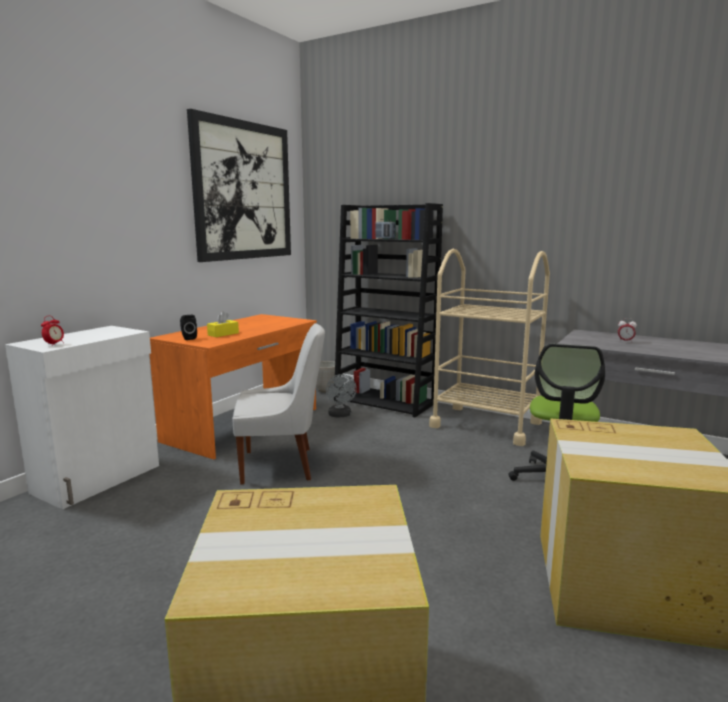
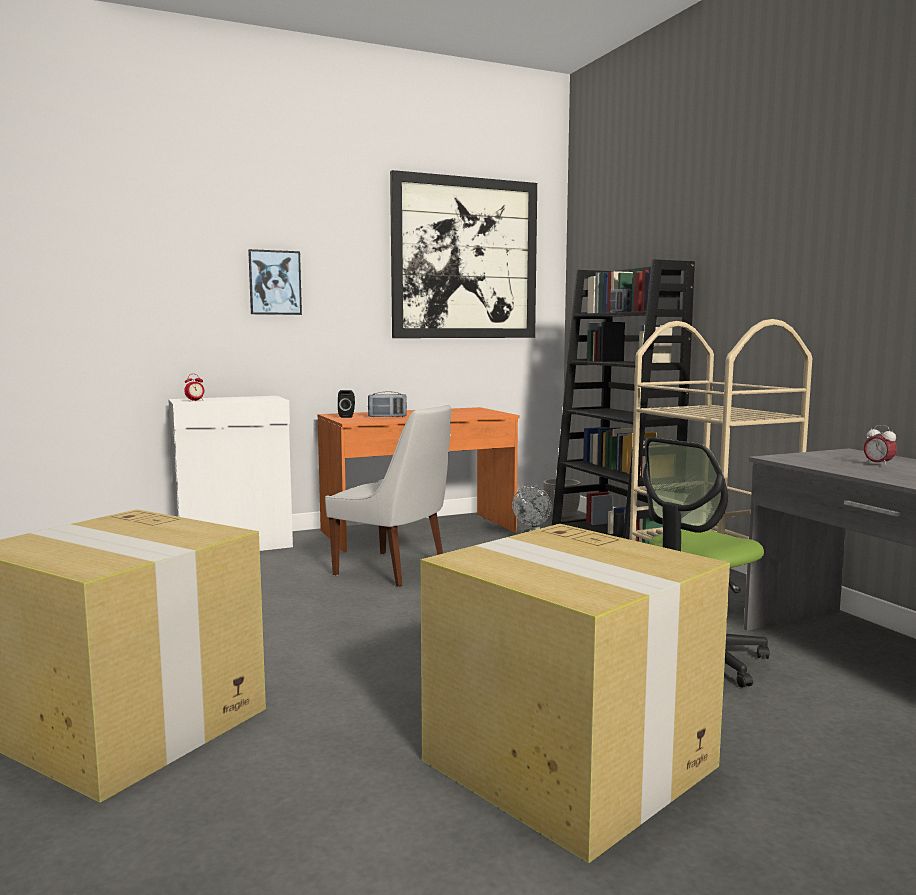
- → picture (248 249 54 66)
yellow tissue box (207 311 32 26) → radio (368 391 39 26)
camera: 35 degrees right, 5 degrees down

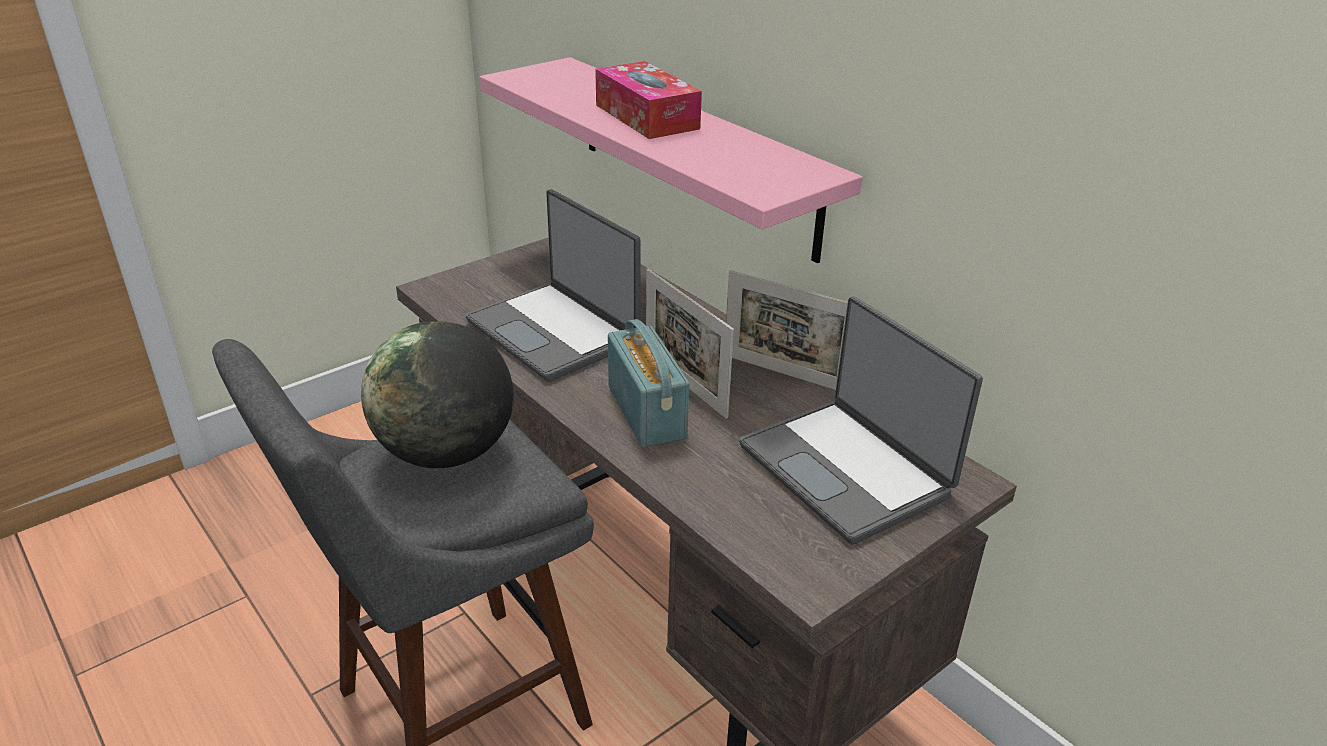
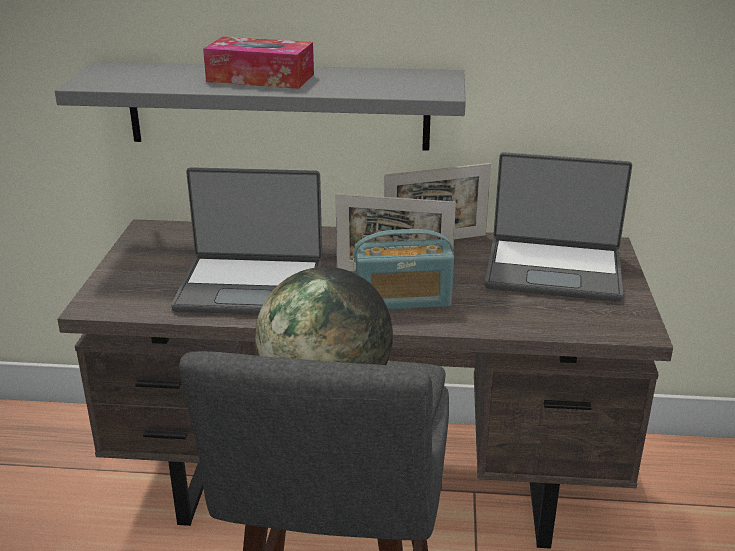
pink shelf (480 57 382 206) → grey shelf (55 62 411 89)
radio (608 319 81 128) → radio (353 229 101 81), 150 degrees clockwise
camera: 45 degrees left, 5 degrees down

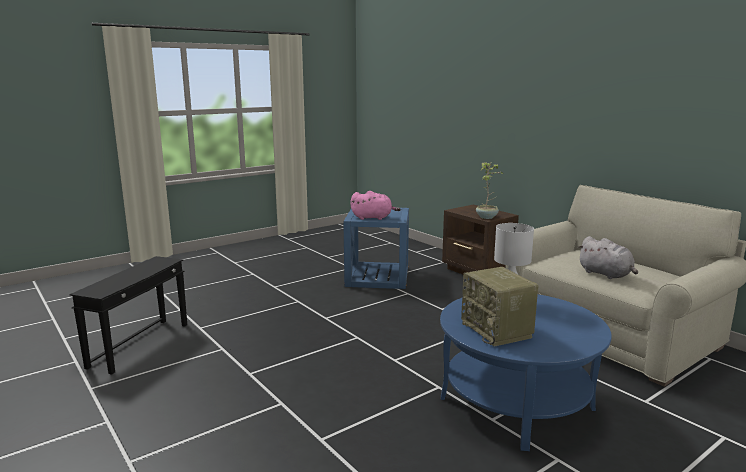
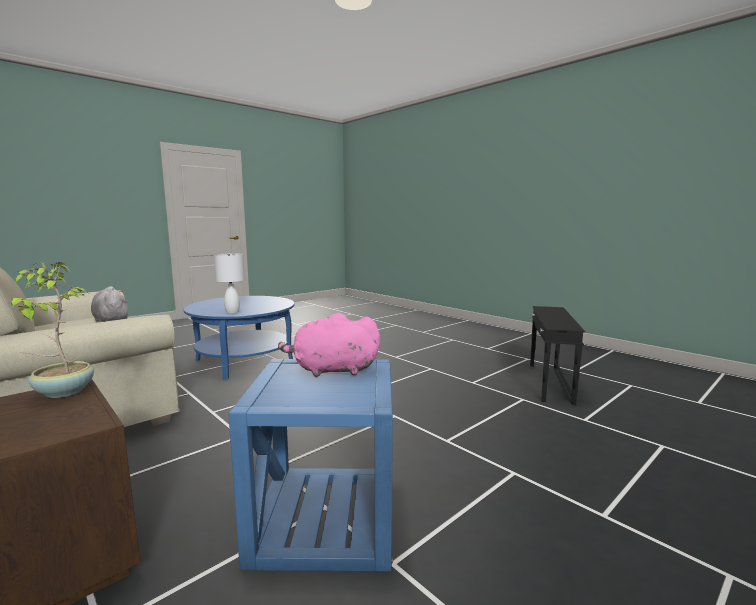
radio (461 267 78 80) → -
camera: 175 degrees right, 5 degrees down

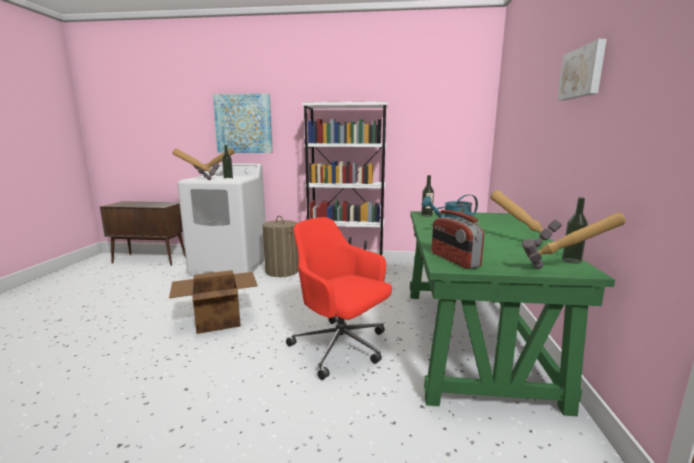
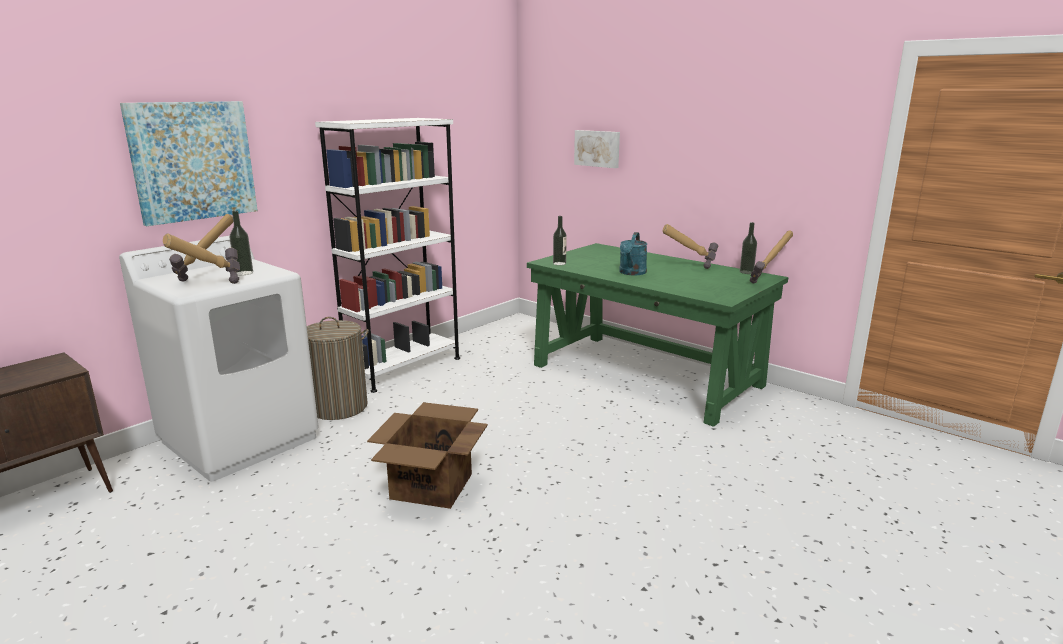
red office chair (286 217 106 163) → -
radio (432 210 52 59) → -
picture (557 39 50 62) → picture (574 130 46 38), moved
camera: 55 degrees left, 5 degrees up

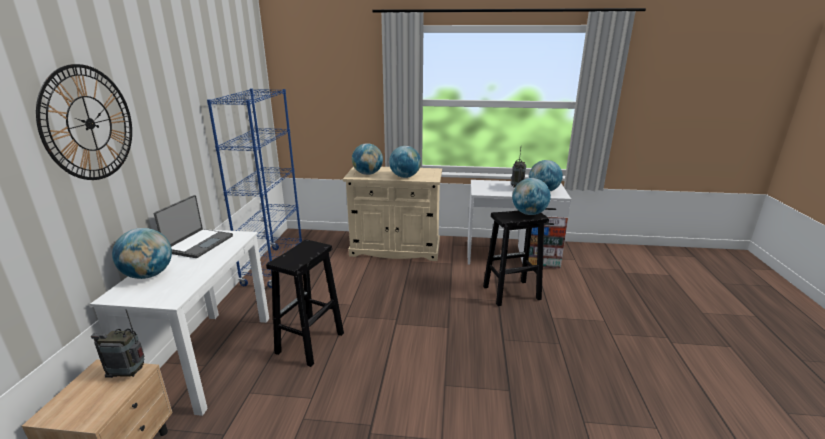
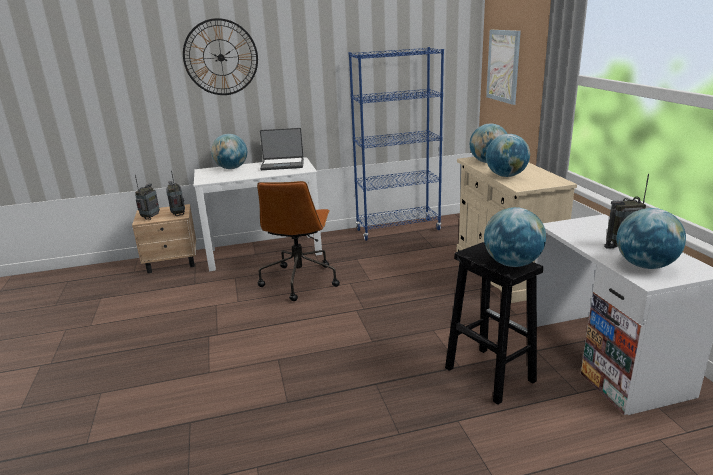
- → radio (135 175 25 45)
- → picture (486 30 35 75)
black stool (266 239 78 128) → brown office chair (257 181 83 120)
camera: 70 degrees right, 0 degrees up

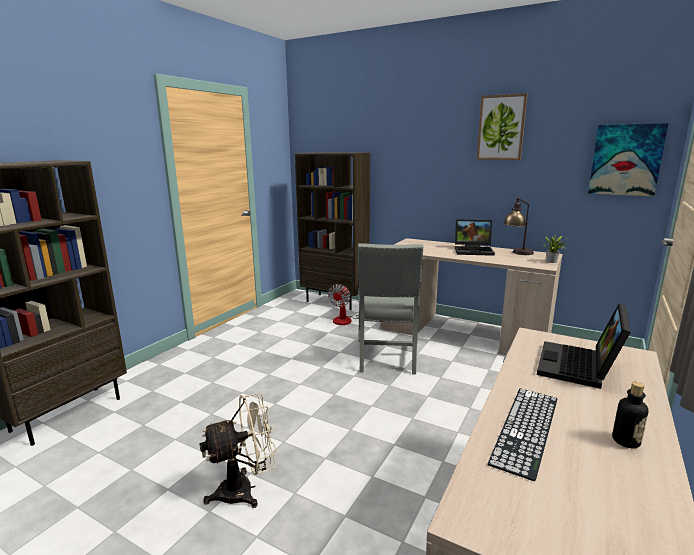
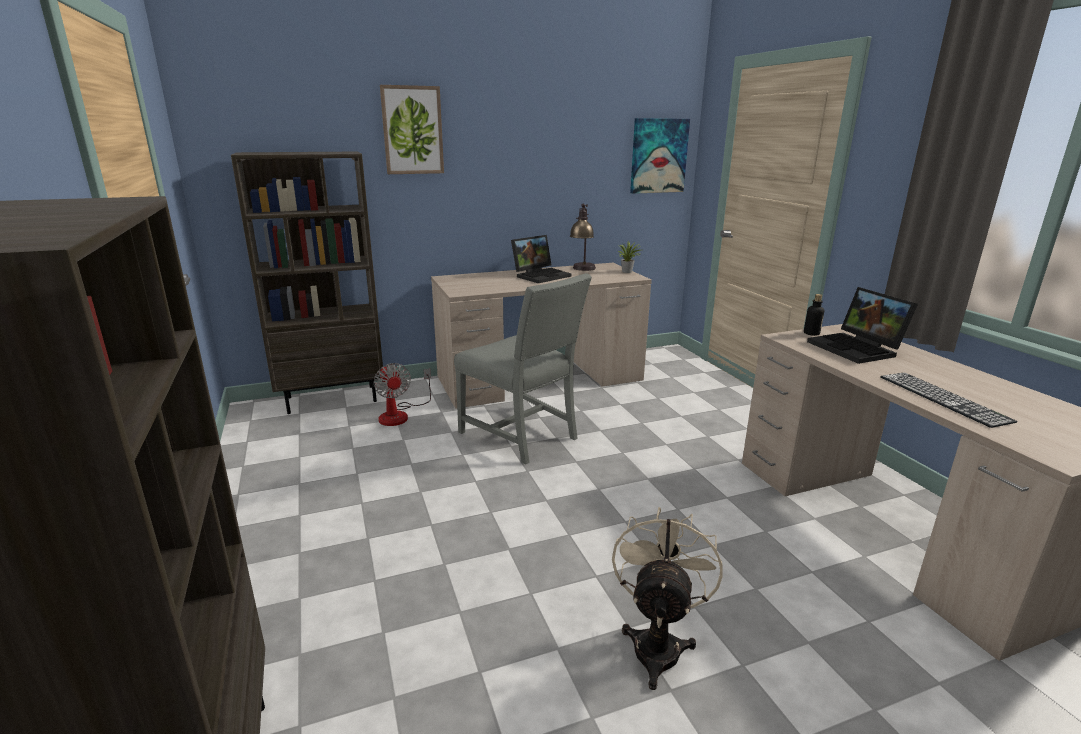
picture (476 93 52 67) → picture (380 85 64 89), moved
bottle (612 382 37 66) → bottle (804 294 20 42), moved
camera: 50 degrees left, 5 degrees up

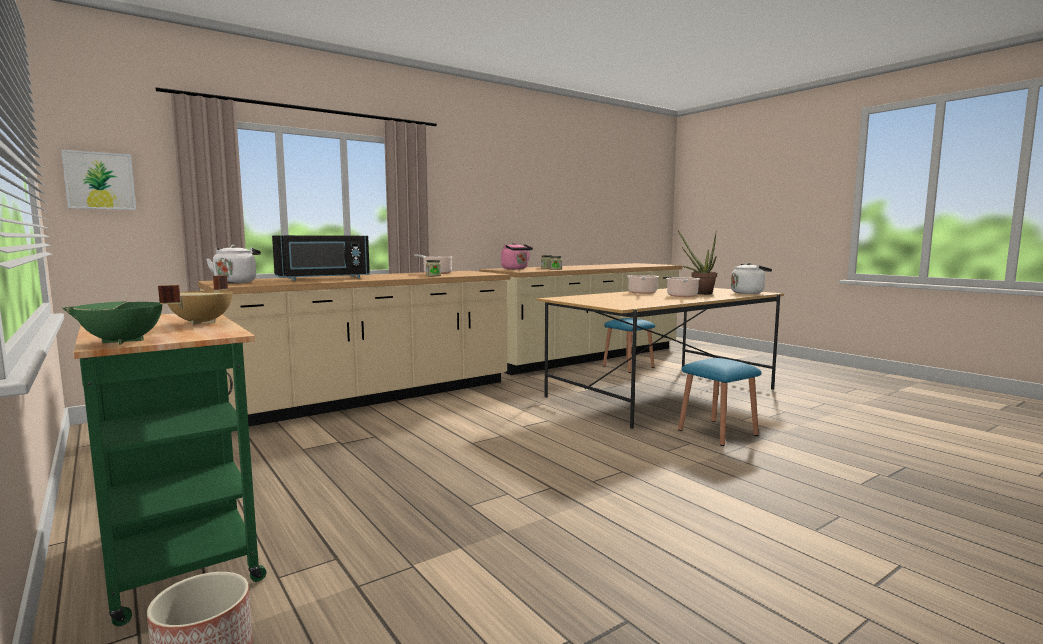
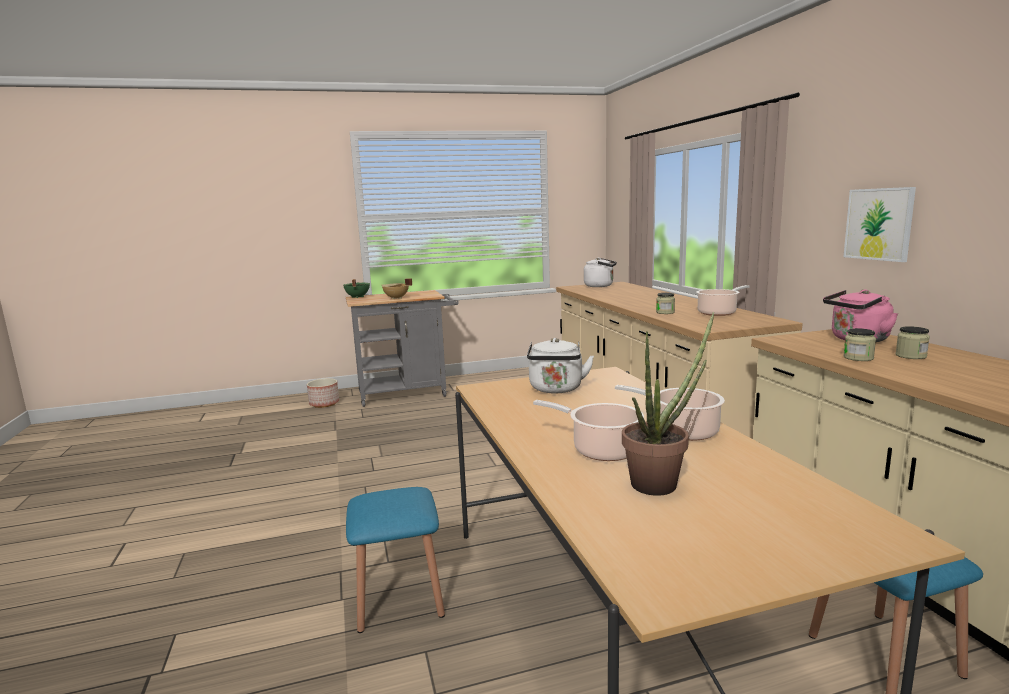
black microwave (272 235 98 46) → -
picture (61 150 75 60) → picture (843 187 73 75), moved
white kettle (731 263 41 31) → white kettle (527 338 67 55), moved
green cart (73 314 193 312) → grey cart (346 290 113 117)
camera: 110 degrees right, 5 degrees up

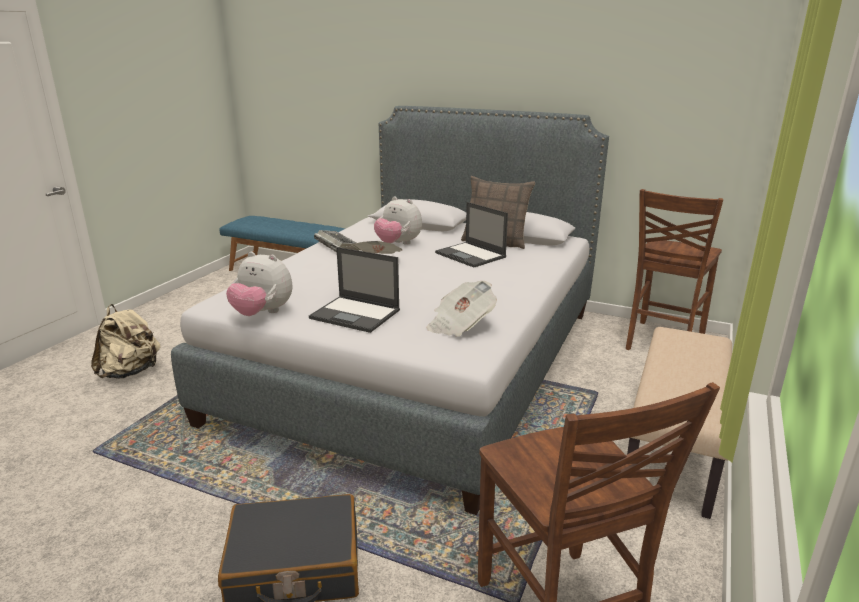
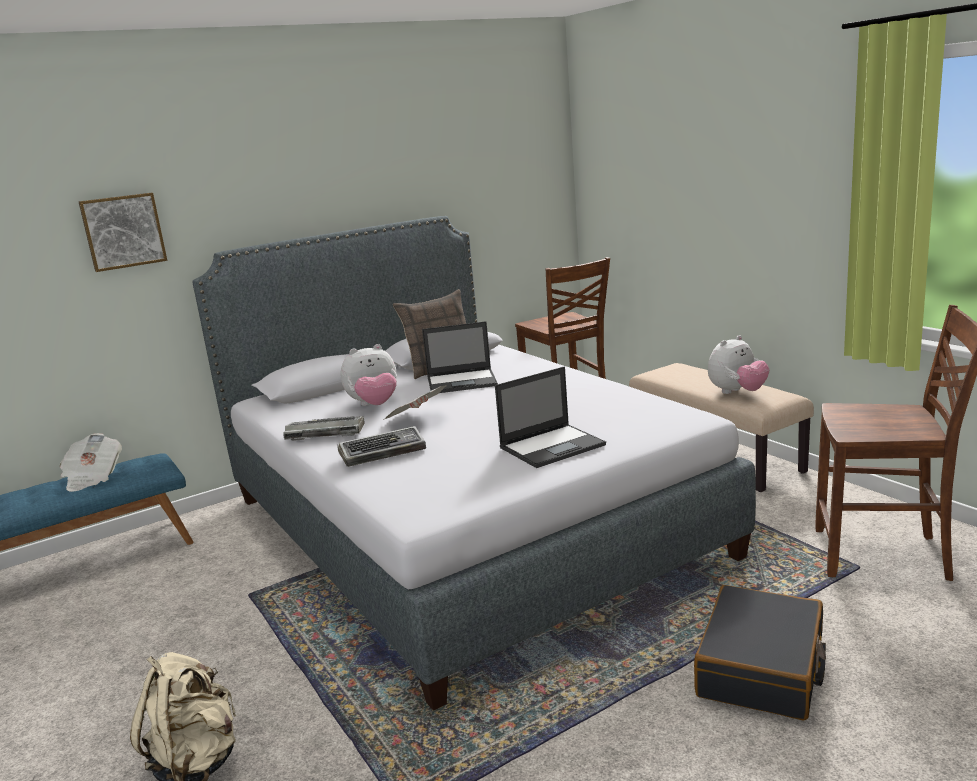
- → picture (78 193 89 79)
- → keyboard (337 426 89 41)
plush toy (226 252 66 64) → plush toy (708 335 62 59), moved
newspaper (426 281 71 56) → newspaper (59 433 63 59), moved
camera: 55 degrees left, 5 degrees down

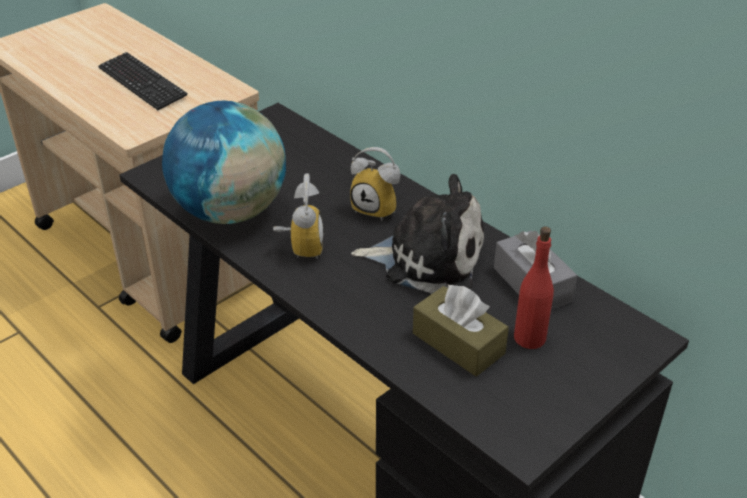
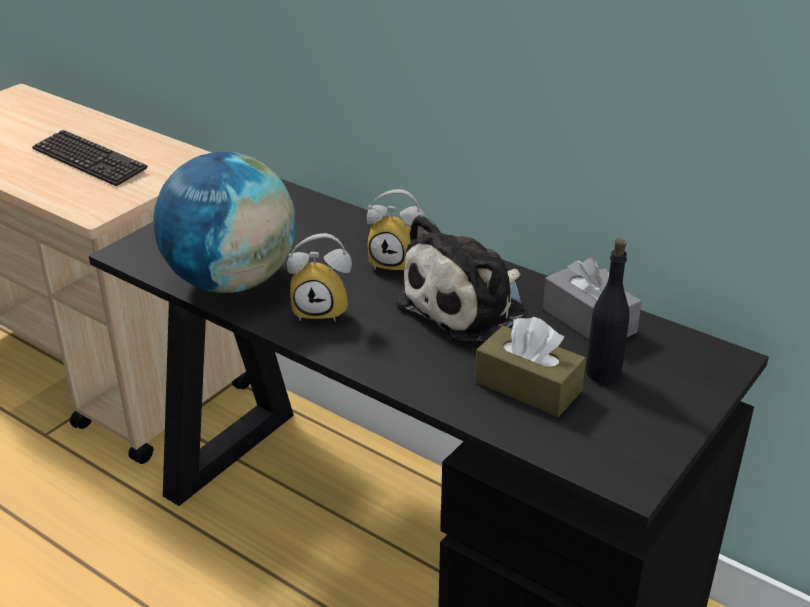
red bottle (514 227 40 122) → black bottle (586 239 43 144)
alarm clock (273 174 52 85) → alarm clock (287 233 65 89), 105 degrees clockwise
plush toy (351 174 133 120) → plush toy (396 214 129 128), 135 degrees clockwise
camera: 10 degrees left, 5 degrees down

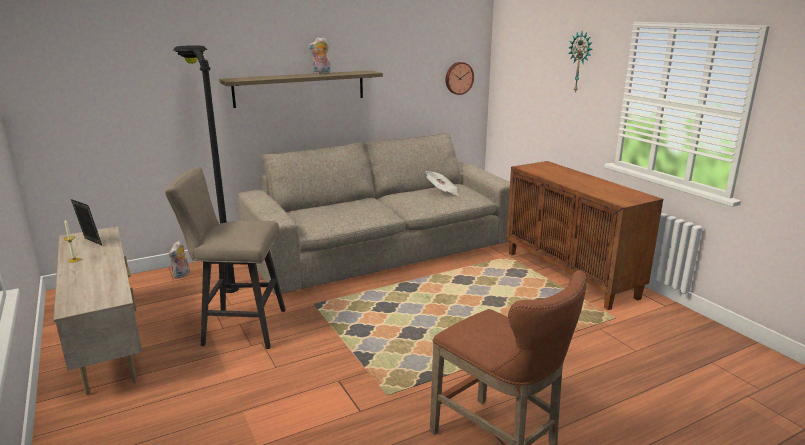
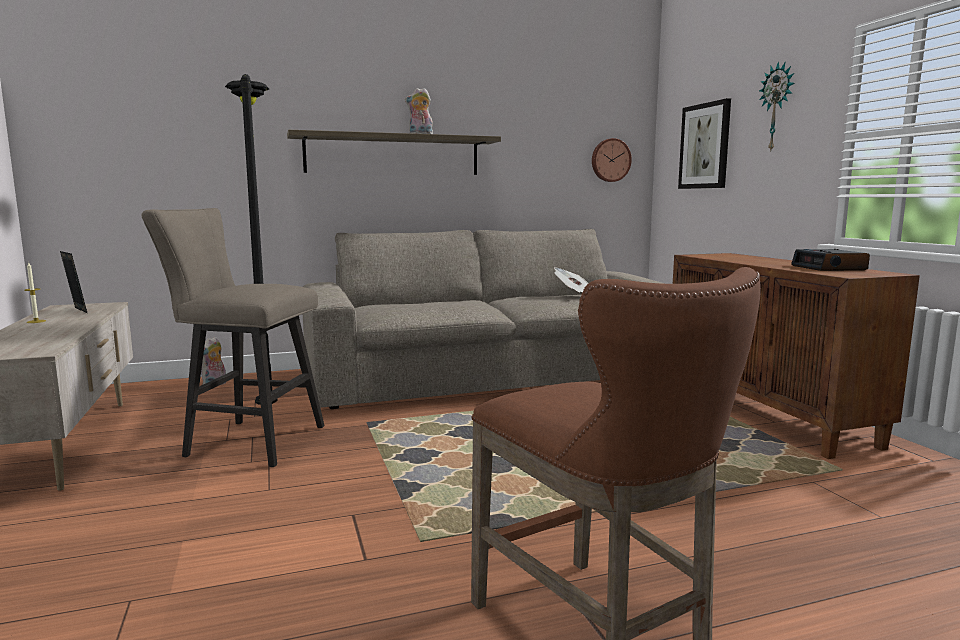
- → picture (678 98 53 91)
- → alarm clock (791 249 79 22)
camera: 10 degrees right, 10 degrees down

